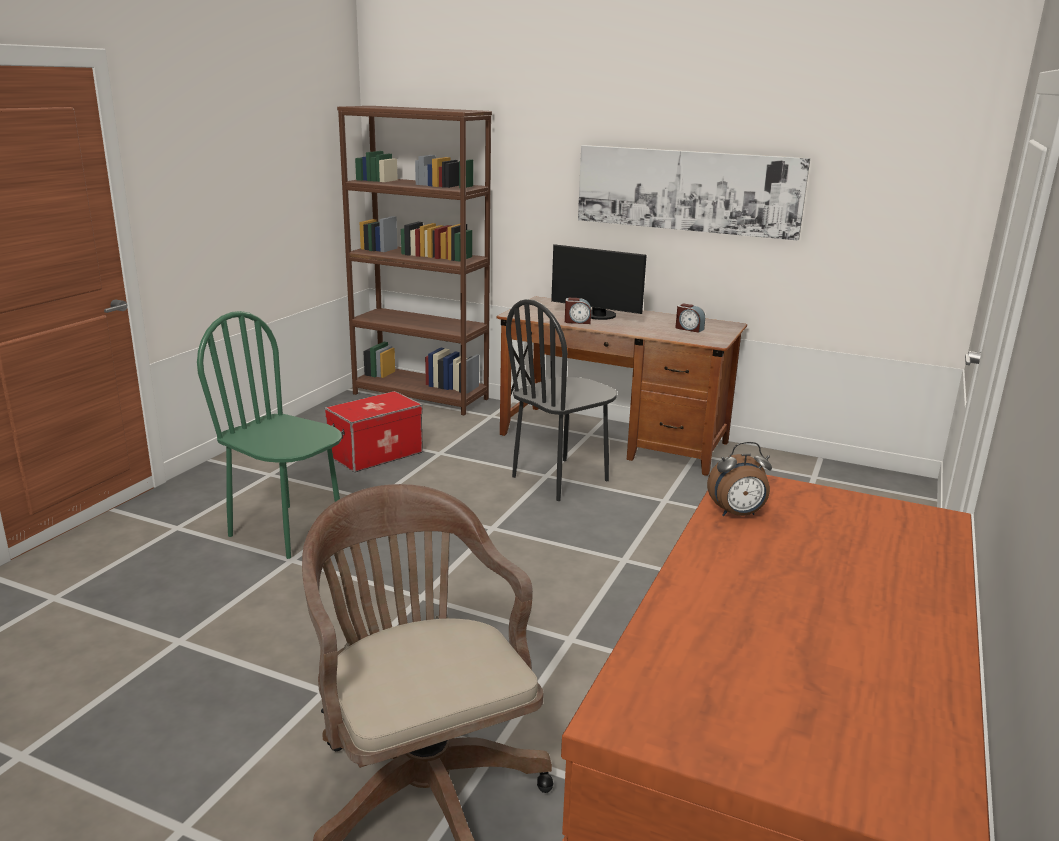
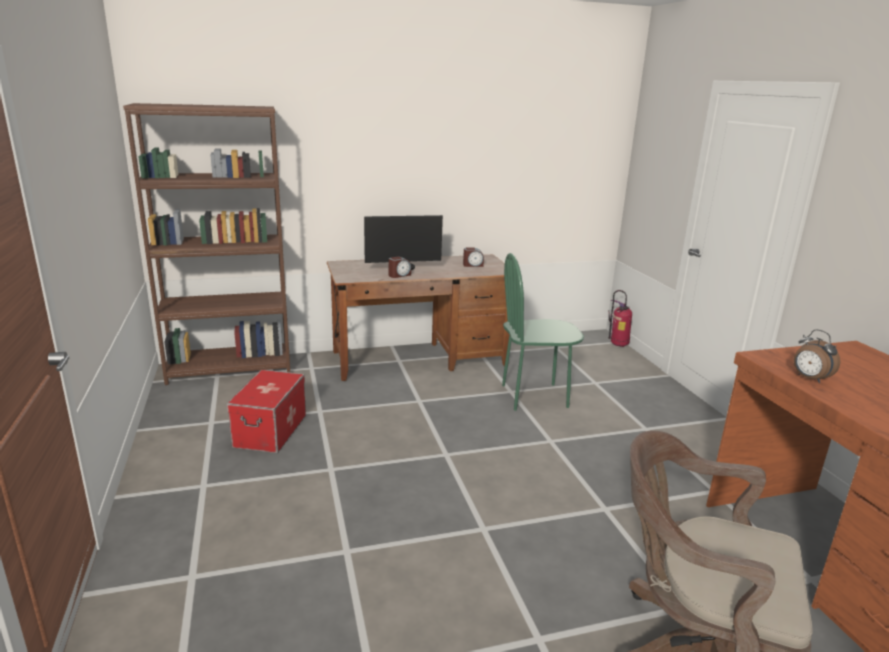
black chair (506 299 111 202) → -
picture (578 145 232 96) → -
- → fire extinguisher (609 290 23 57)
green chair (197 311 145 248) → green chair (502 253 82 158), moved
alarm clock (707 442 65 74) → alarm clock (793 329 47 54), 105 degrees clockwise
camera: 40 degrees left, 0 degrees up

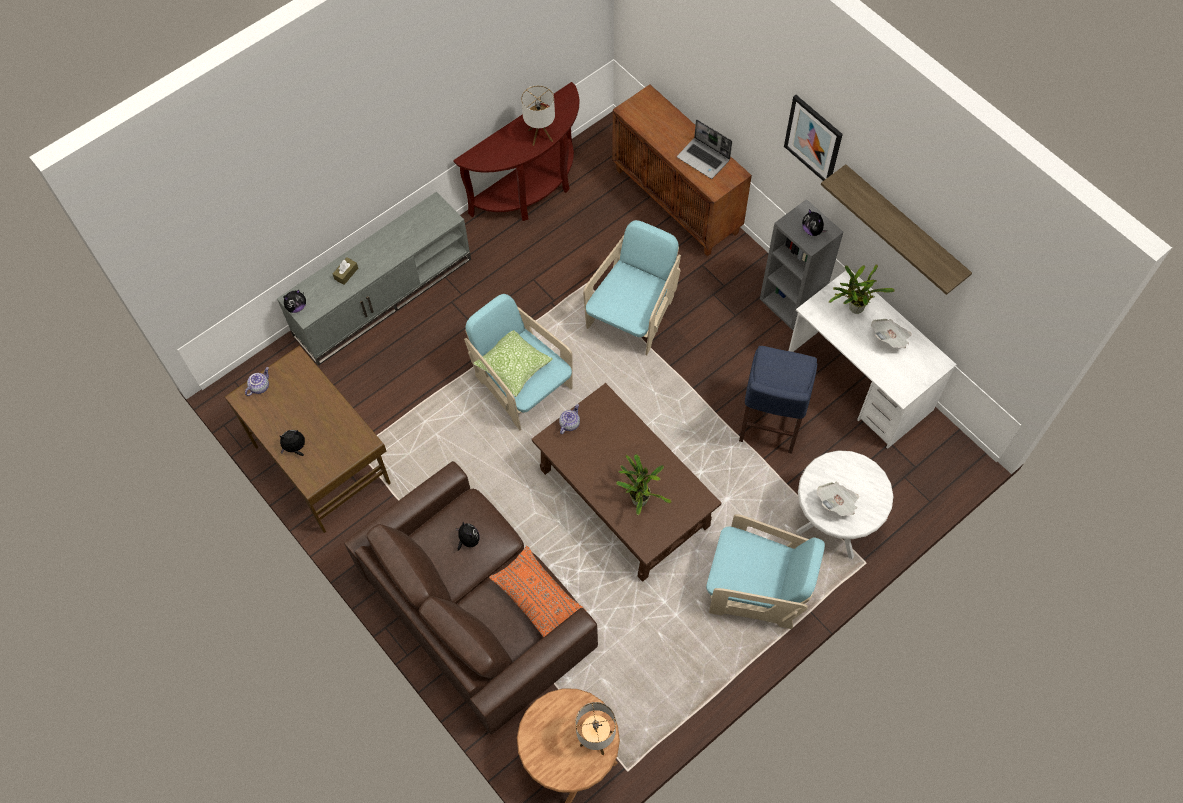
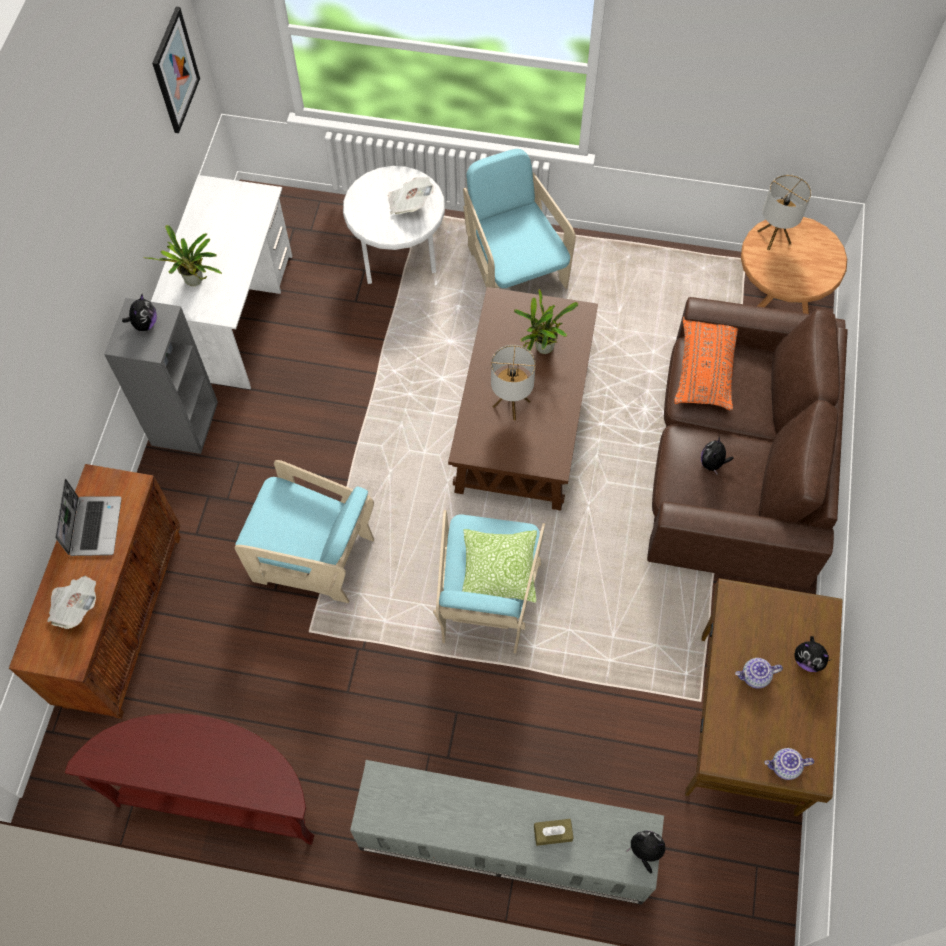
blue stool (739 346 78 108) → -
shelf (821 164 151 131) → -
table lamp (521 85 34 61) → table lamp (491 345 45 76), moved
teapot (559 404 21 30) → teapot (735 658 48 31), moved
picture (784 95 59 86) → picture (152 7 48 126), moved
newspaper (871 319 41 29) → newspaper (47 576 49 53), moved
turquoise armchair (583 220 98 136) → turquoise armchair (235 460 139 143), 150 degrees counterclockwise
camera: 130 degrees left, 0 degrees up

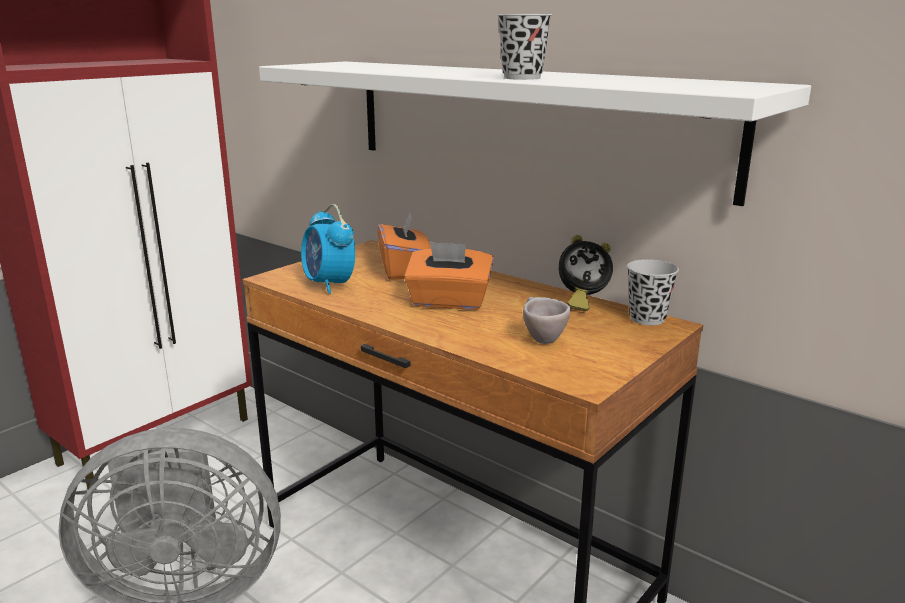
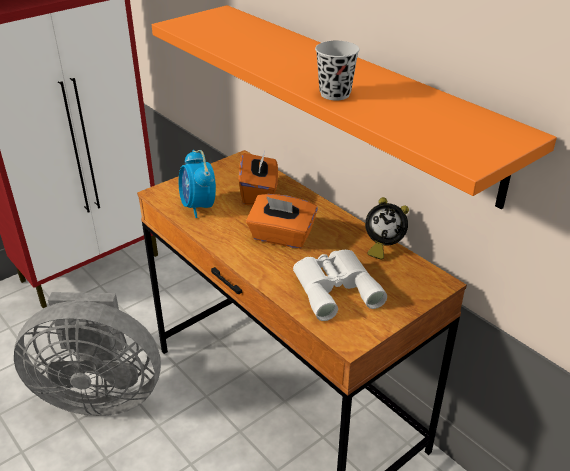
black cup (627 259 52 66) → -
beige cup (523 297 48 47) → white binoculars (293 250 94 71)
white shelf (259 61 552 145) → orange shelf (152 5 405 204)
camera: 10 degrees right, 15 degrees up

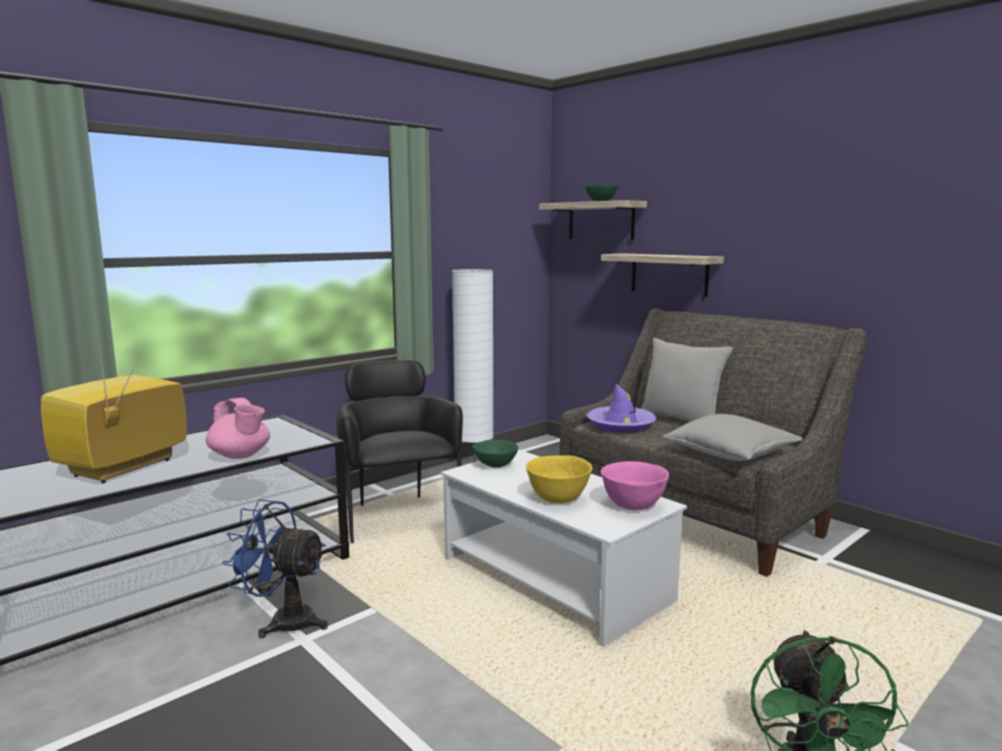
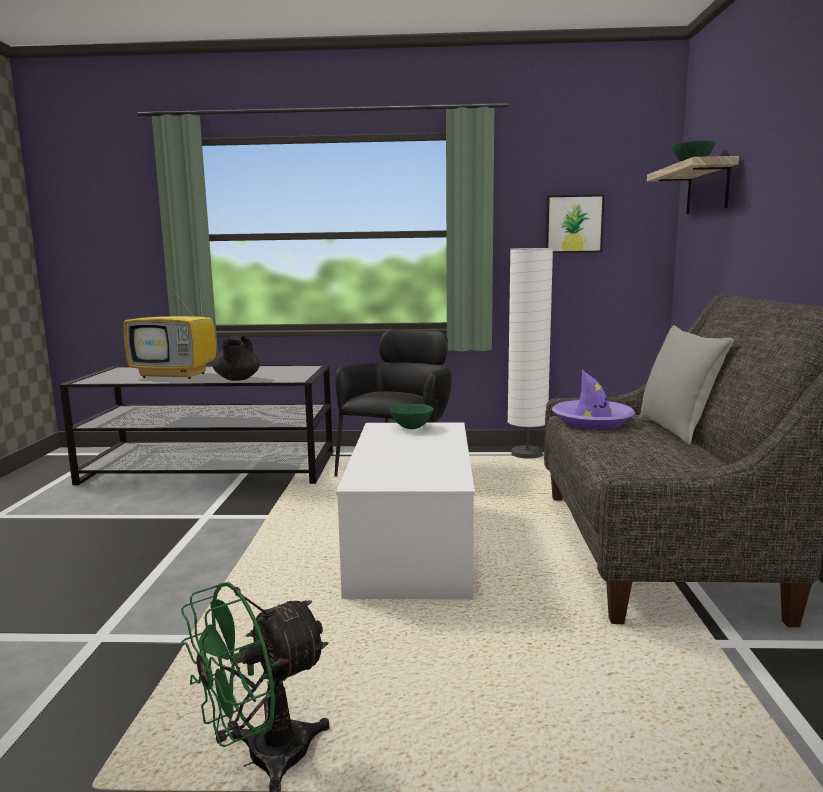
blue fan (222 500 106 138) → -
yellow bowl (526 455 67 49) → -
shelf (601 253 123 44) → -
pink bowl (601 461 68 49) → -
grey pillow (663 414 140 47) → -
- → picture (545 194 60 59)
pink teapot (206 398 64 61) → black teapot (213 335 47 46)
television (41 335 146 148) → television (123 281 93 98), 150 degrees counterclockwise
camera: 45 degrees right, 0 degrees up

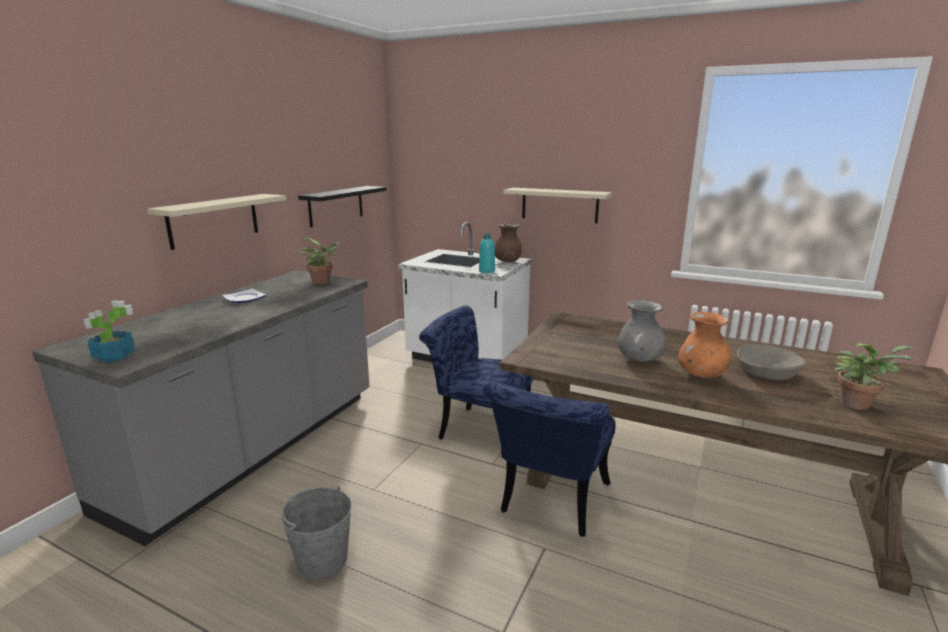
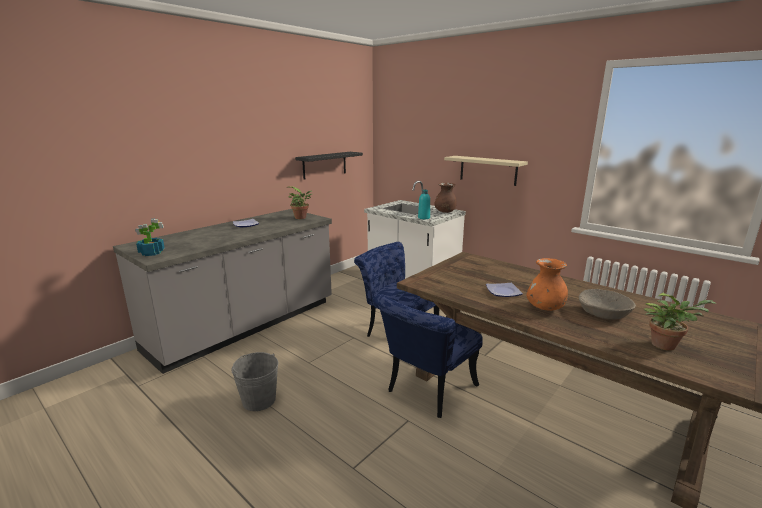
beige shelf (147 194 139 56) → -
grey vase (617 300 49 61) → plate (486 283 37 14)
camera: 15 degrees right, 0 degrees up

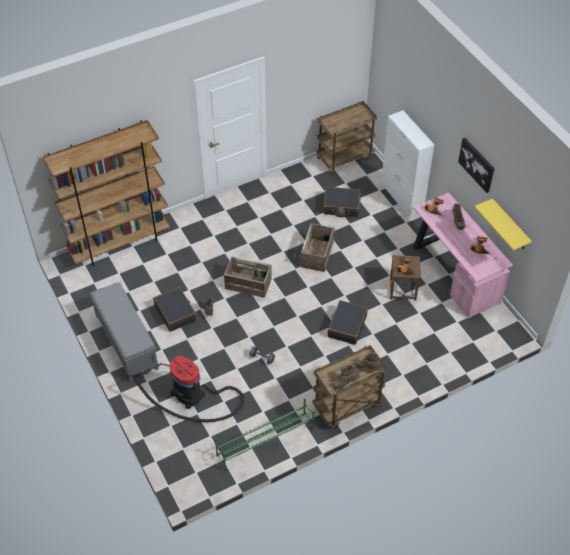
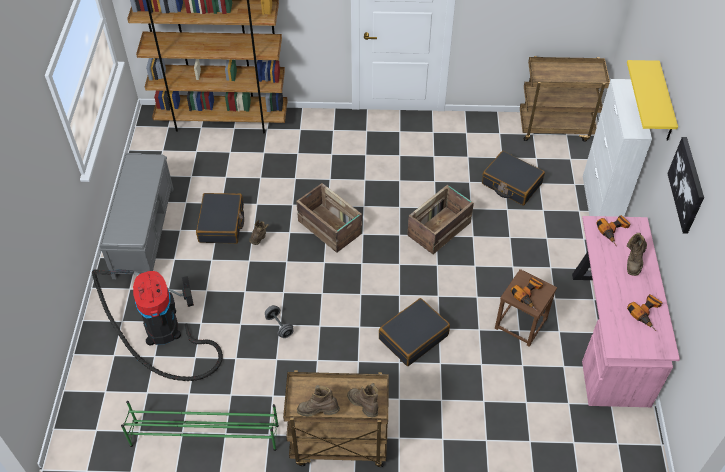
yellow shelf (474 198 58 53) → yellow shelf (627 60 51 81), moved
camera: 30 degrees right, 0 degrees up

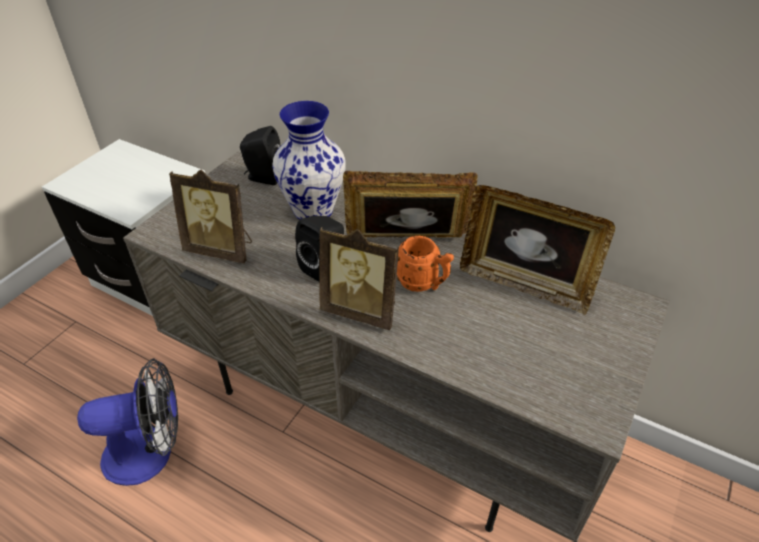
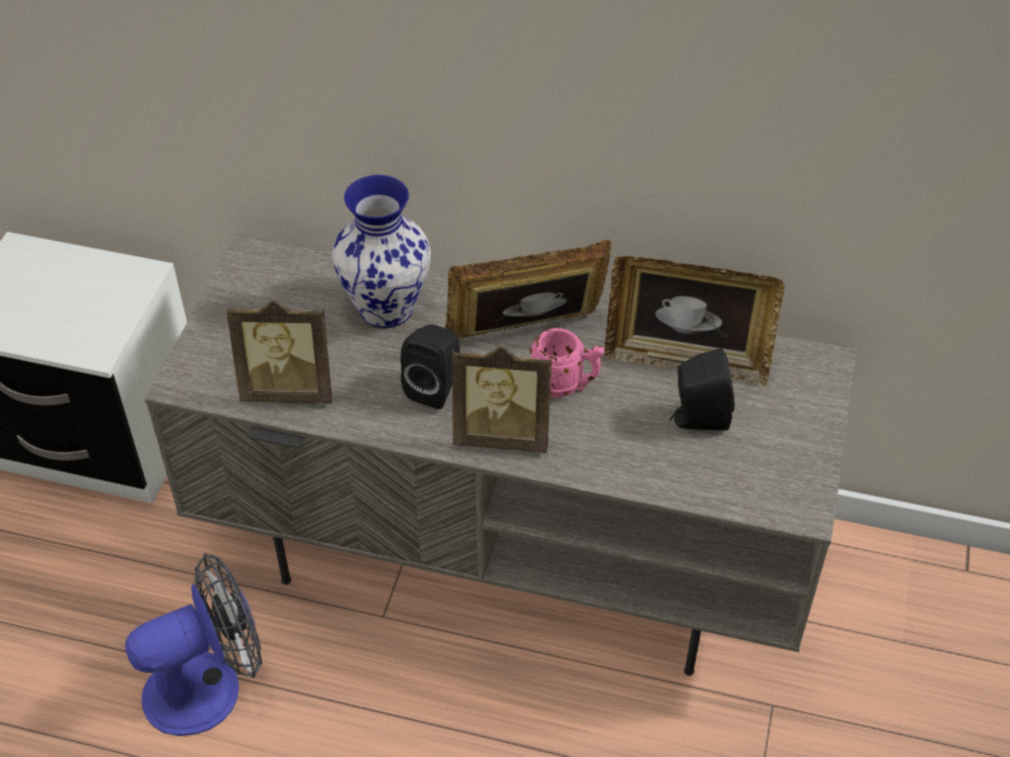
black speaker (240 126 41 59) → black speaker (669 348 66 82), moved
orange mug (397 236 57 56) → pink mug (529 328 75 70)
camera: 15 degrees left, 5 degrees up

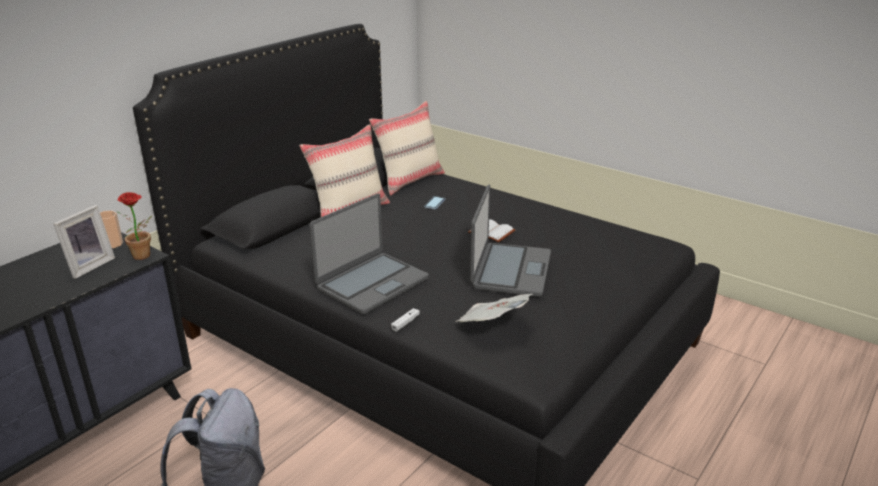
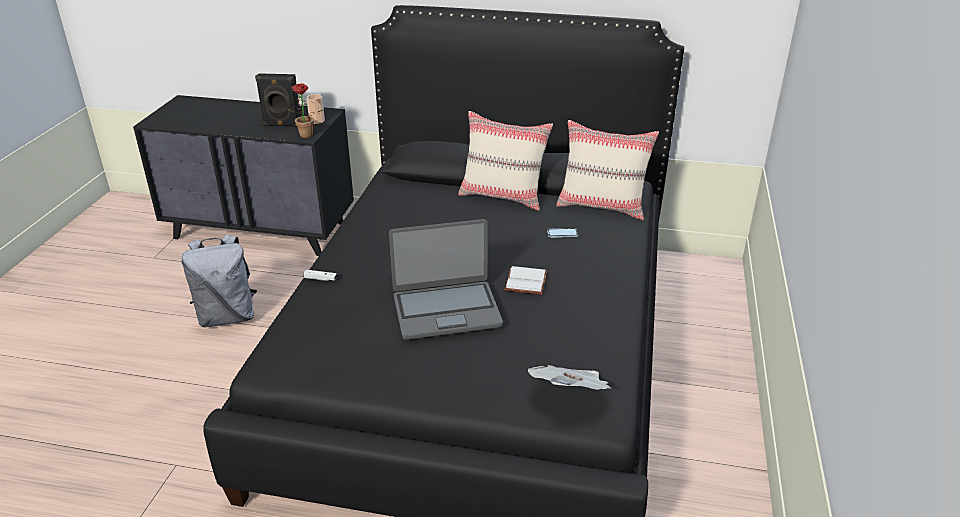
laptop (309 194 120 120) → -
newspaper (455 294 77 28) → newspaper (528 365 83 25), moved
picture frame (53 205 62 74) → black speaker (255 73 46 54)
camera: 65 degrees right, 5 degrees up

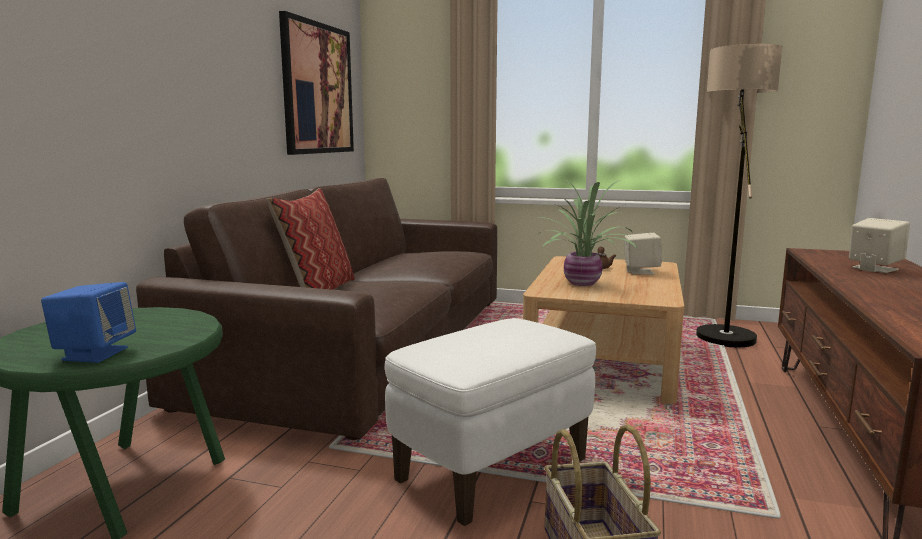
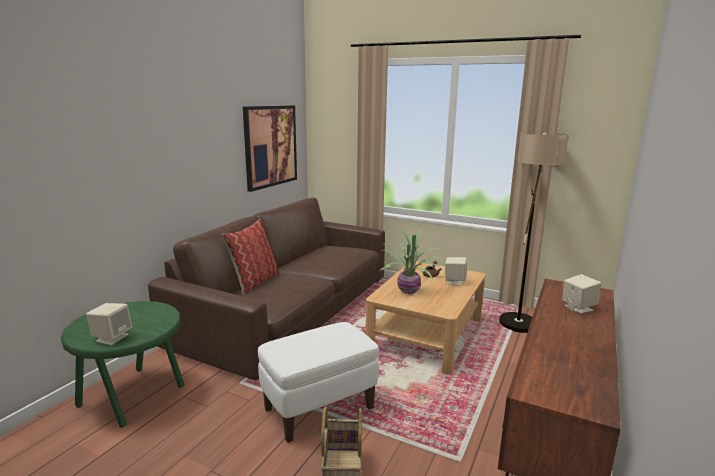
blue speaker (41 282 95 81) → beige speaker (86 303 46 42)
camera: 10 degrees right, 5 degrees up

